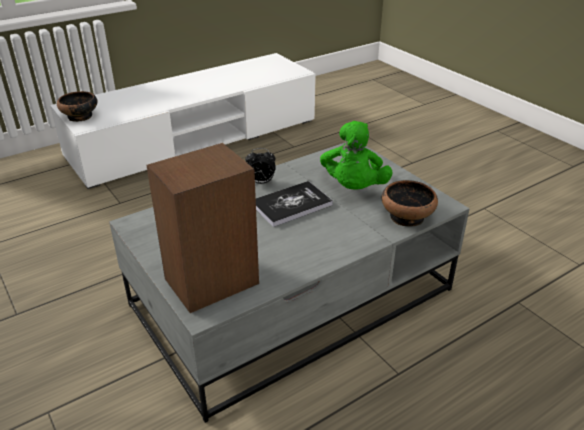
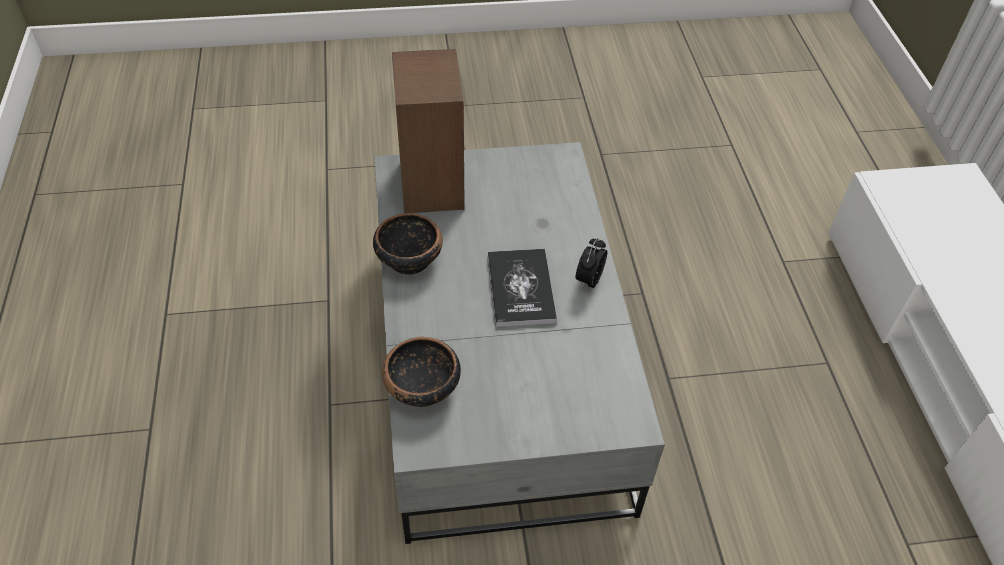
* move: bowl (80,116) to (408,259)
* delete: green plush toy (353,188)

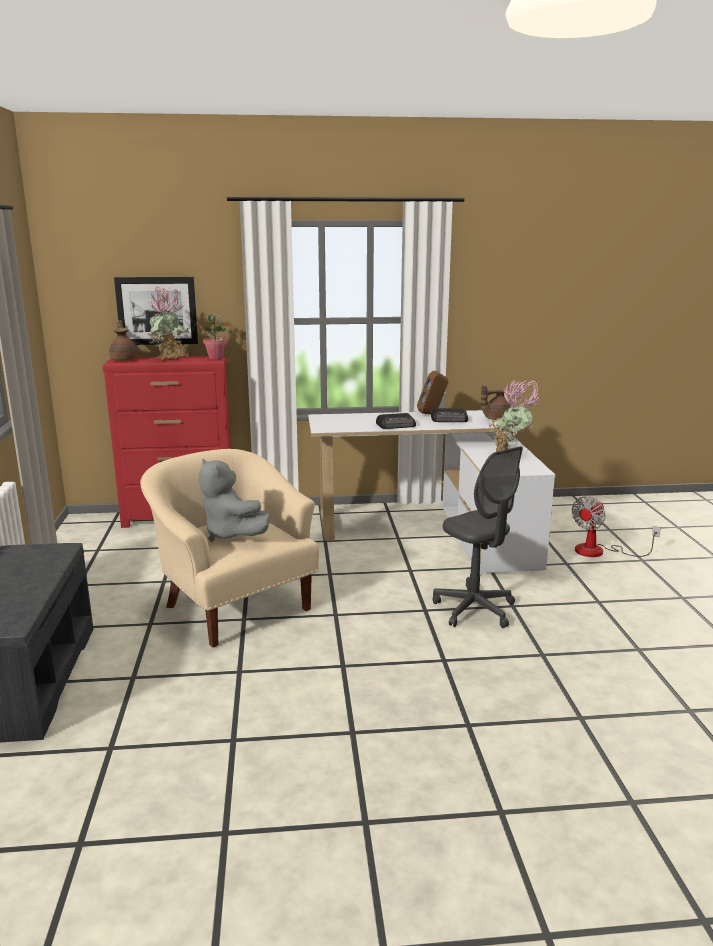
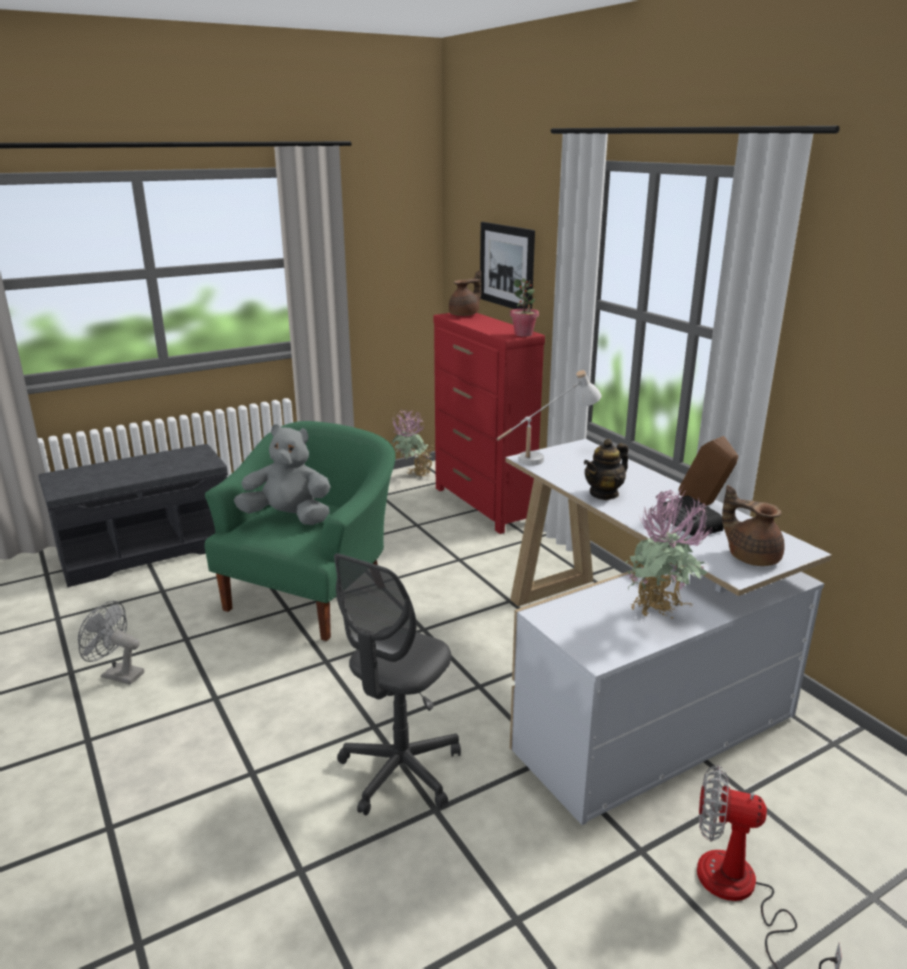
* move: potted plant (170,360) to (414,476)
* replace: radio (396,425) to teapot (604,494)
* recolor: beige armchair (234,605) to green armchair (312,595)
* rotate: grey plush toy (231,534) = (288,517) 75 degrees clockwise
* insert: white table lamp (546,457)
* insert: grey fan (117,674)

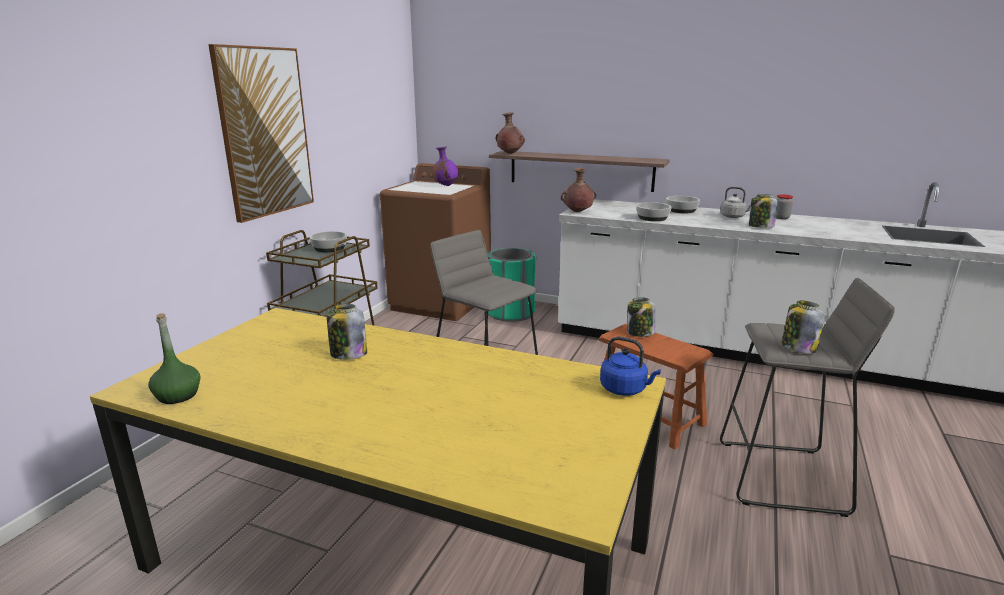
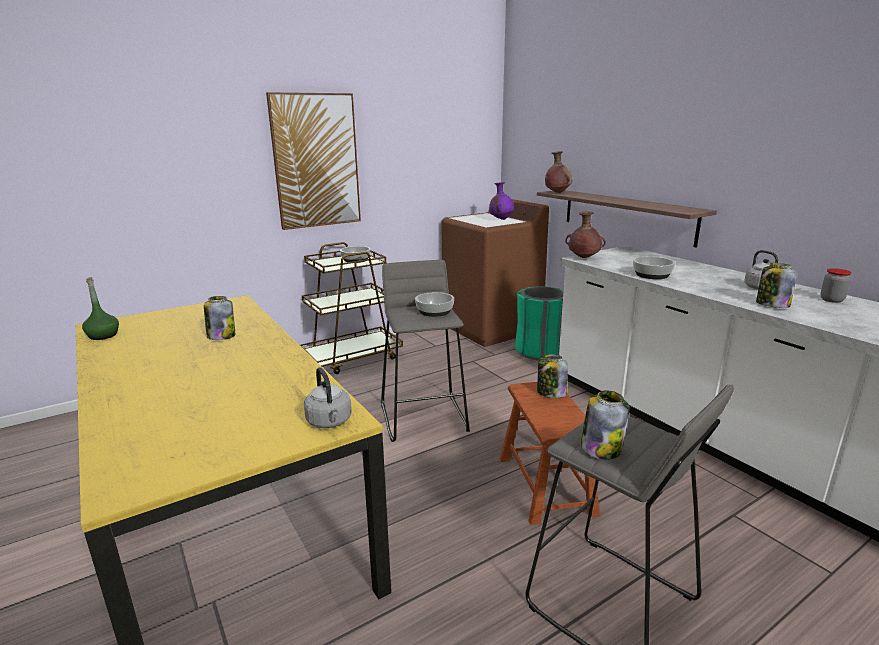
* move: bowl (682,210) to (434,311)
* recolor: blue kettle (625,389) to grey kettle (330,422)

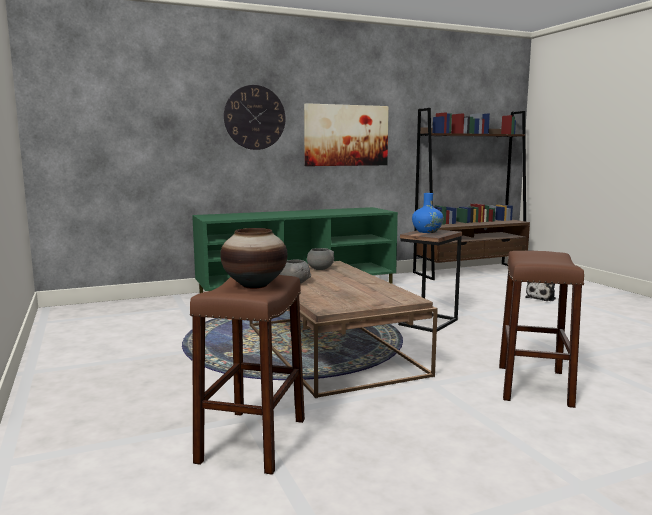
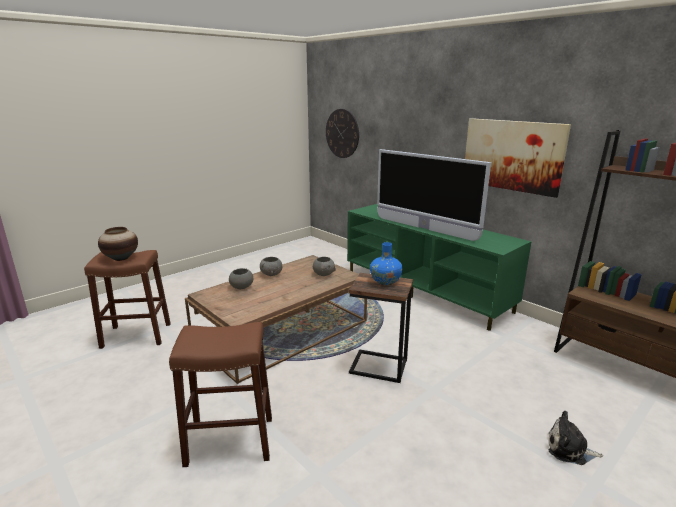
* move: wall clock (254,117) to (342,133)
* insert: television (424,228)
* insert: grey bowl (241,287)

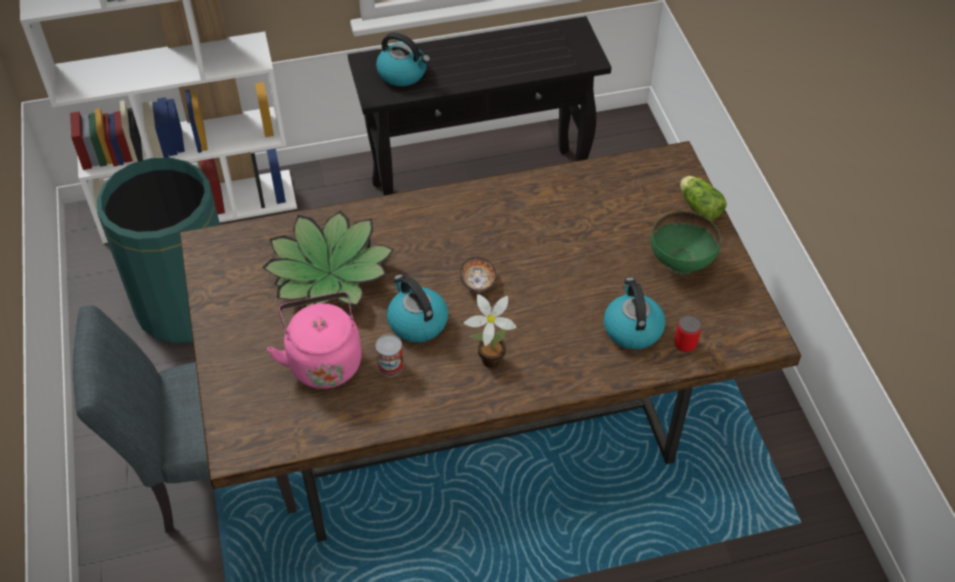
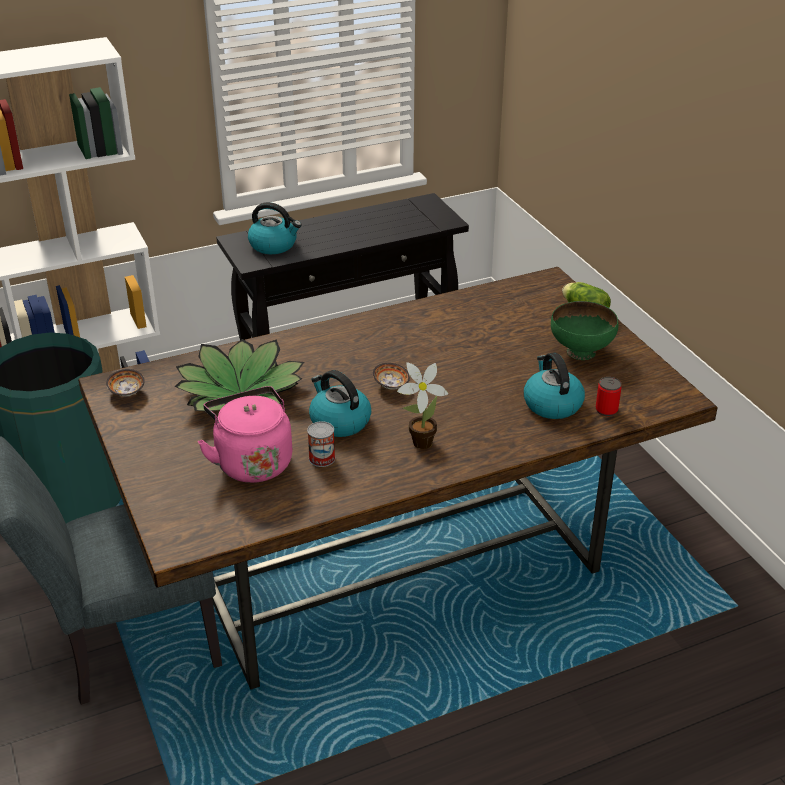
* insert: bowl (127,392)

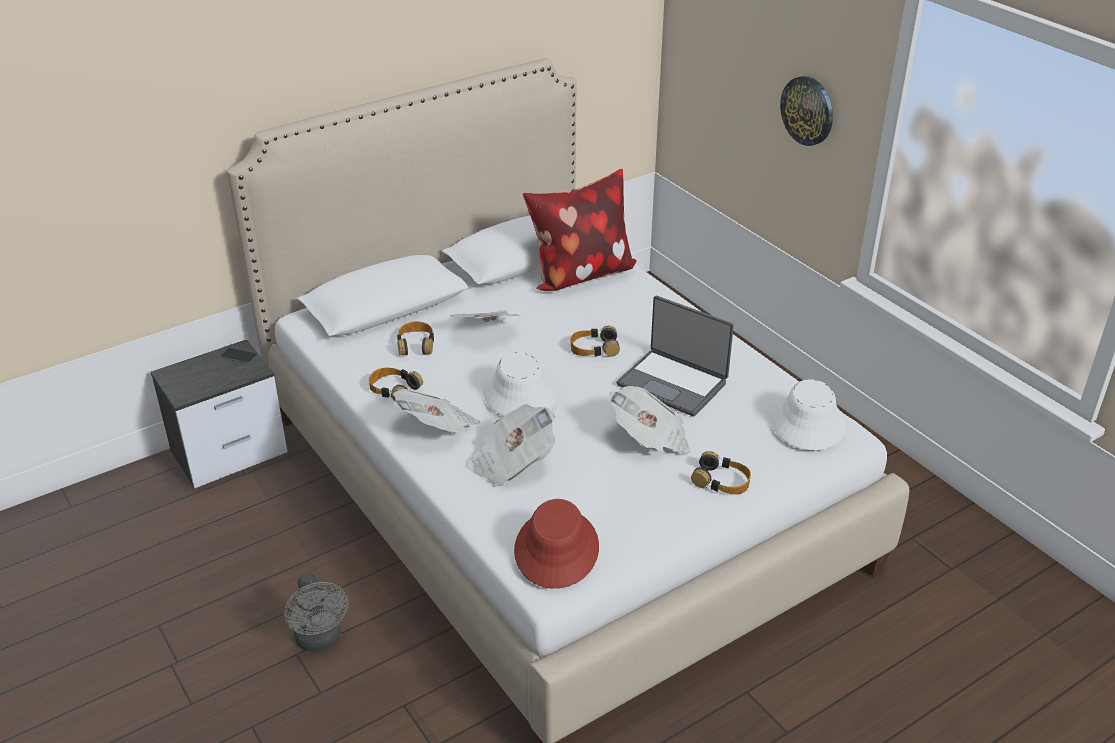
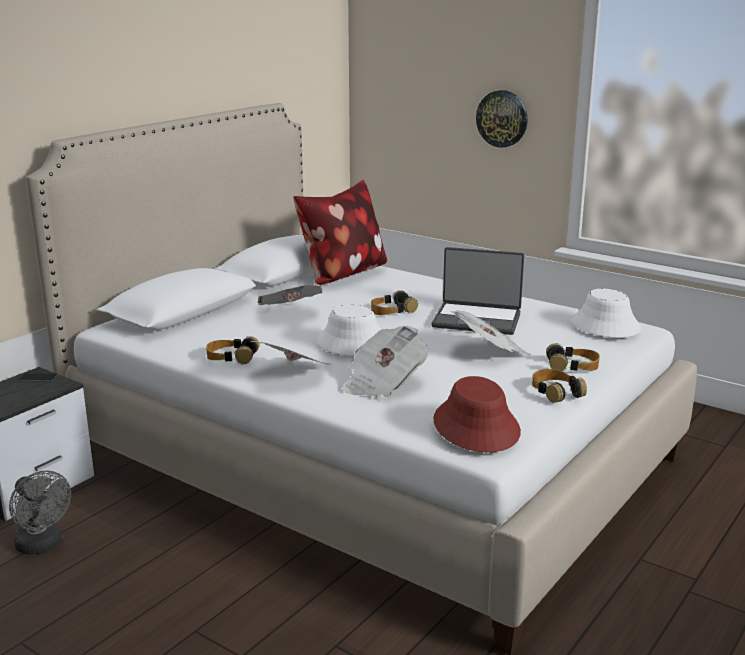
* move: headphones (416,344) to (555,392)
* move: grey fan (320,640) to (42,545)

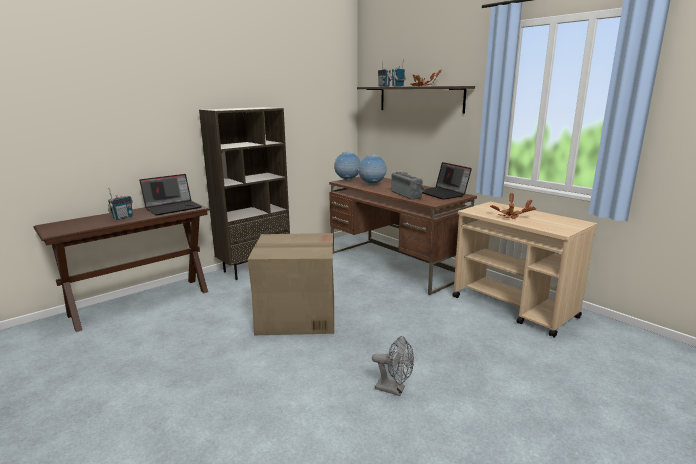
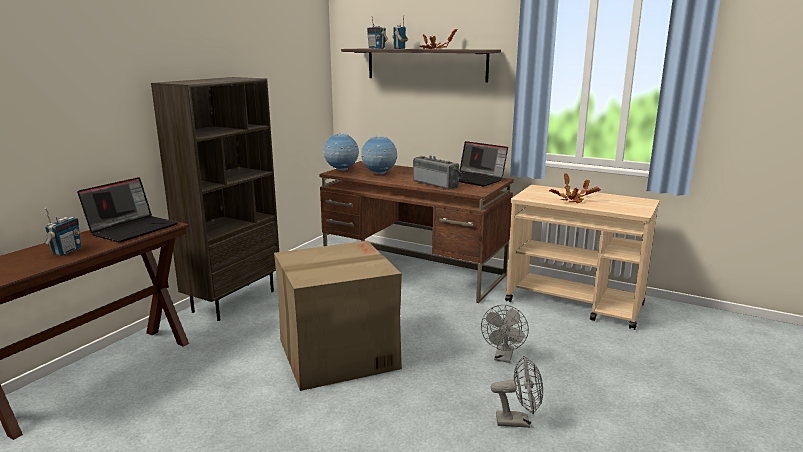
* insert: grey fan (503,357)

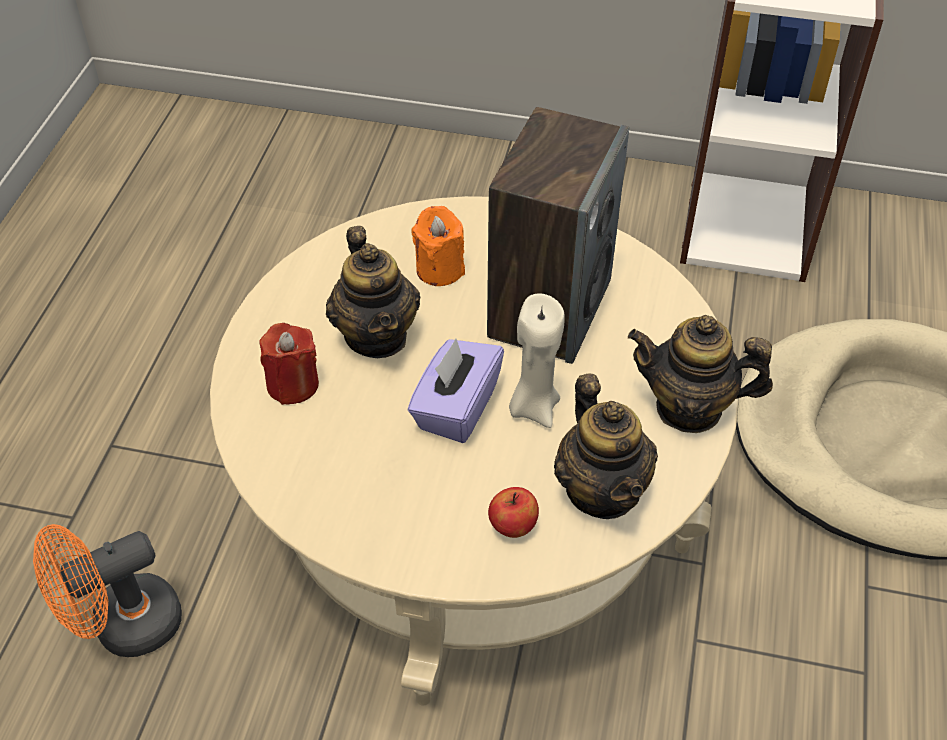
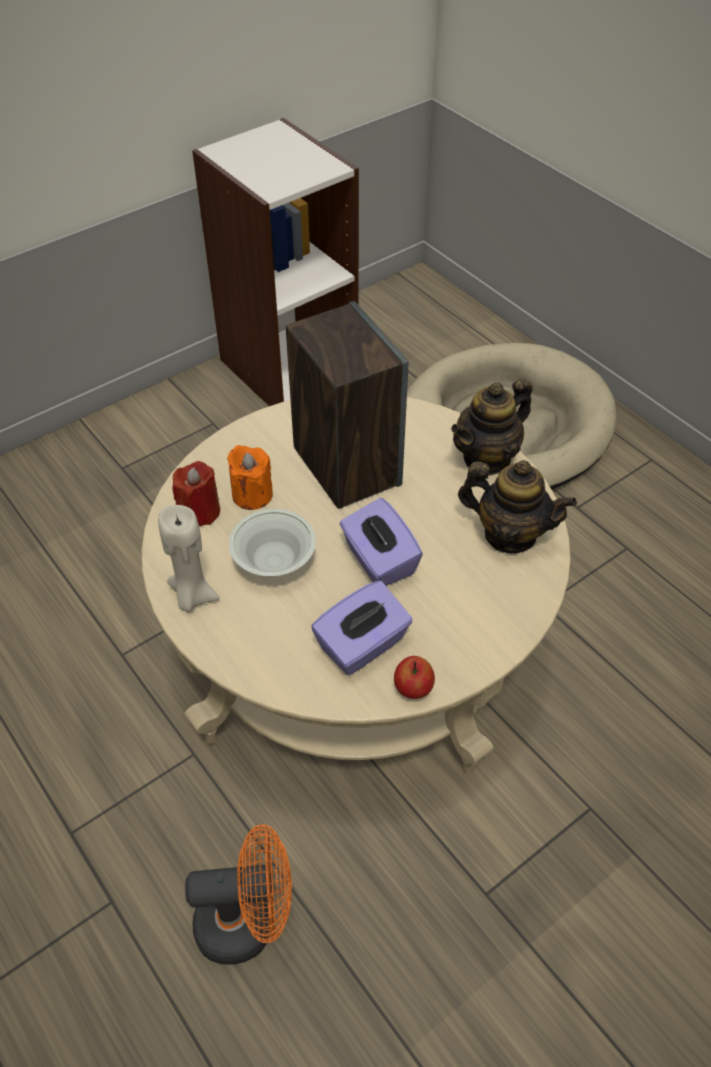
* replace: teapot (377,336) to white bowl (274,562)
* move: beige candle (533,407) to (192,596)
* move: red candle (293,384) to (199,511)
* move: apple (512,526) to (413,689)
* rotate: orange fan (124,627) = (248,922) 105 degrees counterclockwise
* insert: purple tissue box (362,645)

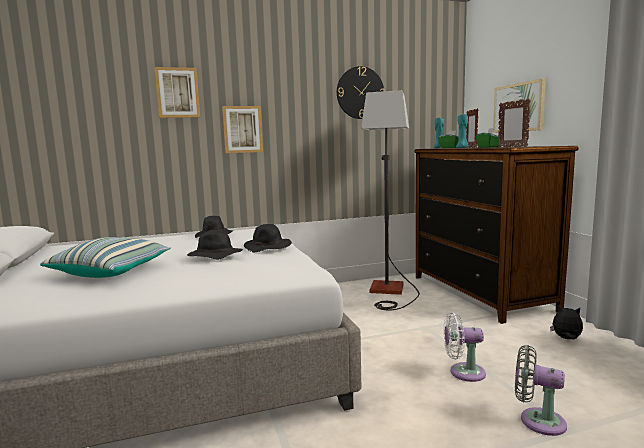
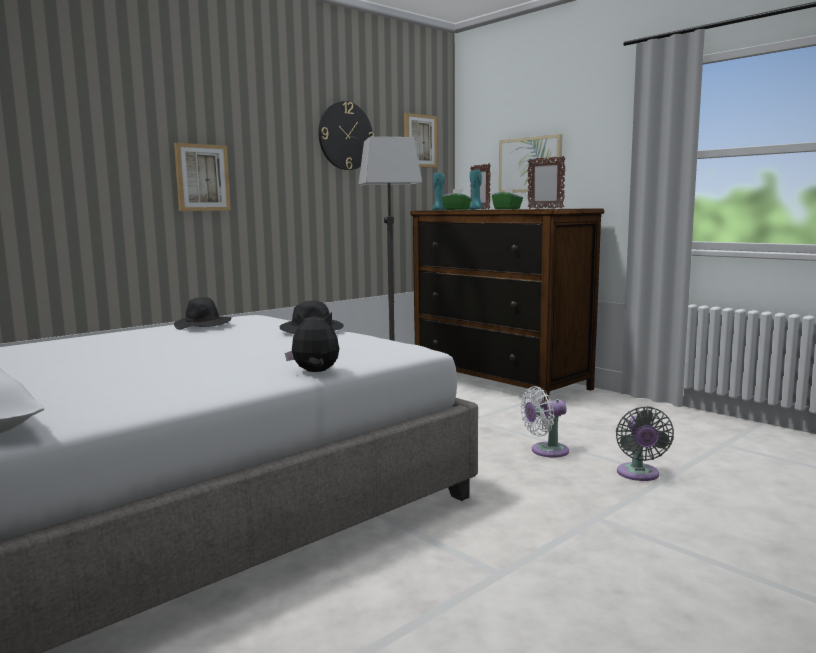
* move: picture (178,93) to (419,141)
* delete: black hat (214,256)
* delete: pillow (111,271)
* move: plush toy (566,339) to (315,372)
* rotate: grey fan (537,420) = (638,475) 90 degrees counterclockwise

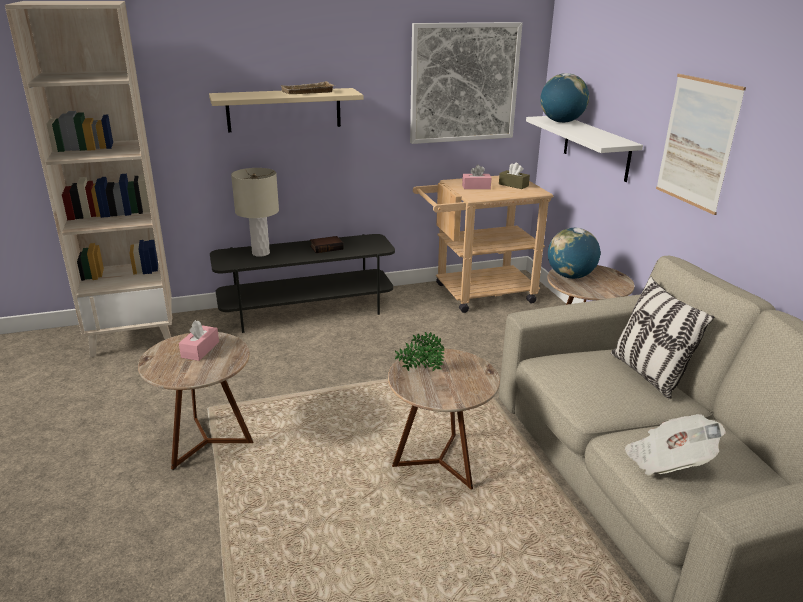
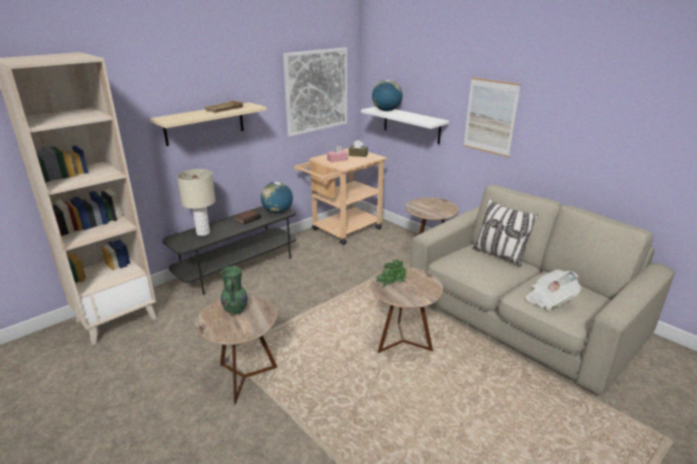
* move: globe (570,276) to (277,212)
* replace: pink tissue box (200,349) to green vase (236,311)

